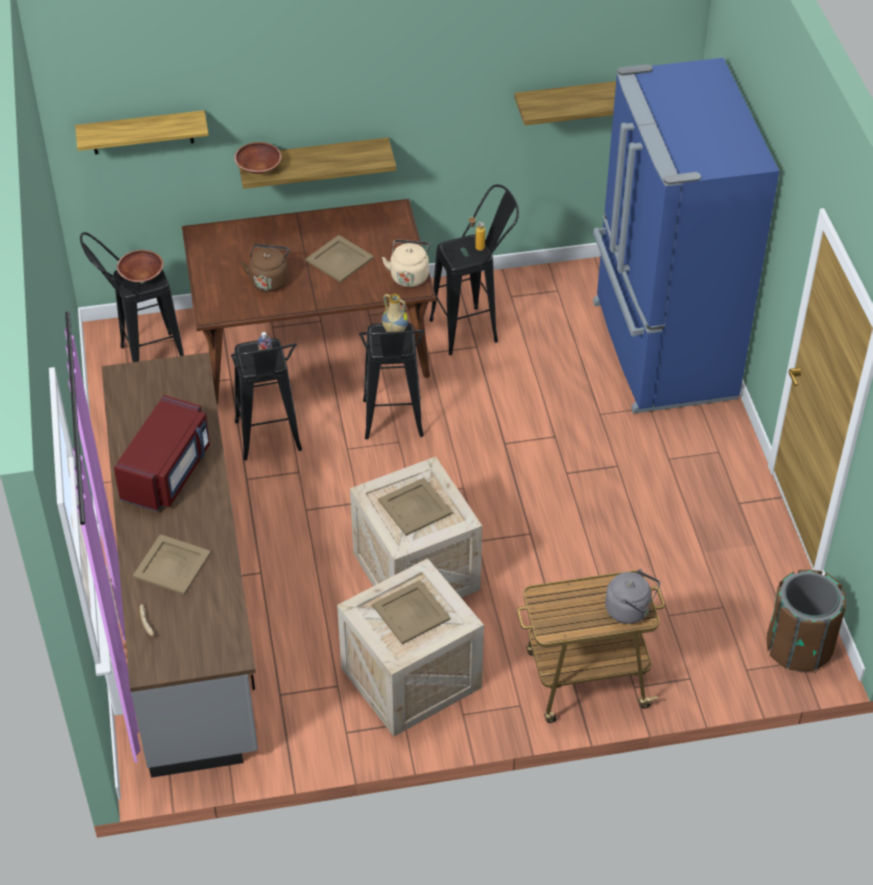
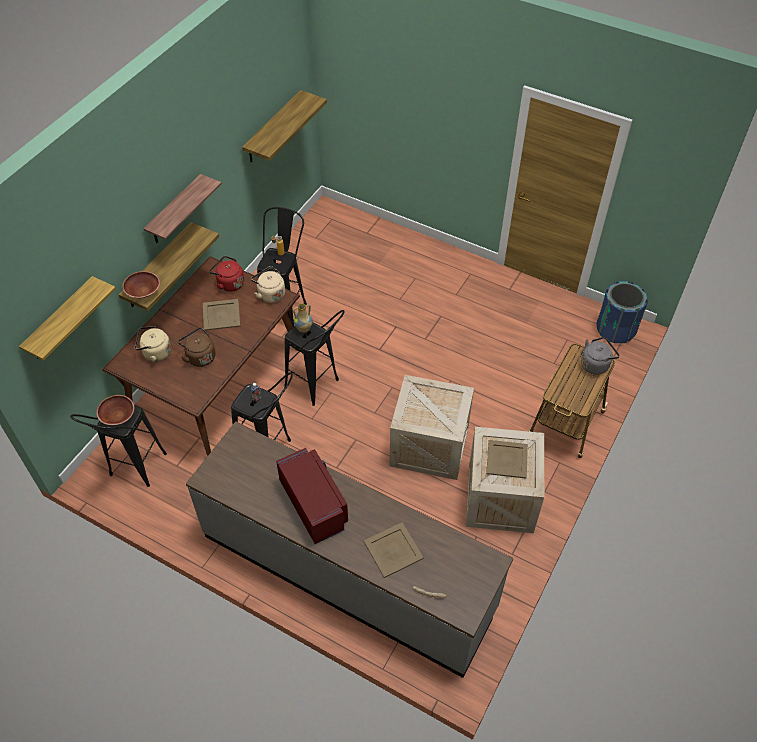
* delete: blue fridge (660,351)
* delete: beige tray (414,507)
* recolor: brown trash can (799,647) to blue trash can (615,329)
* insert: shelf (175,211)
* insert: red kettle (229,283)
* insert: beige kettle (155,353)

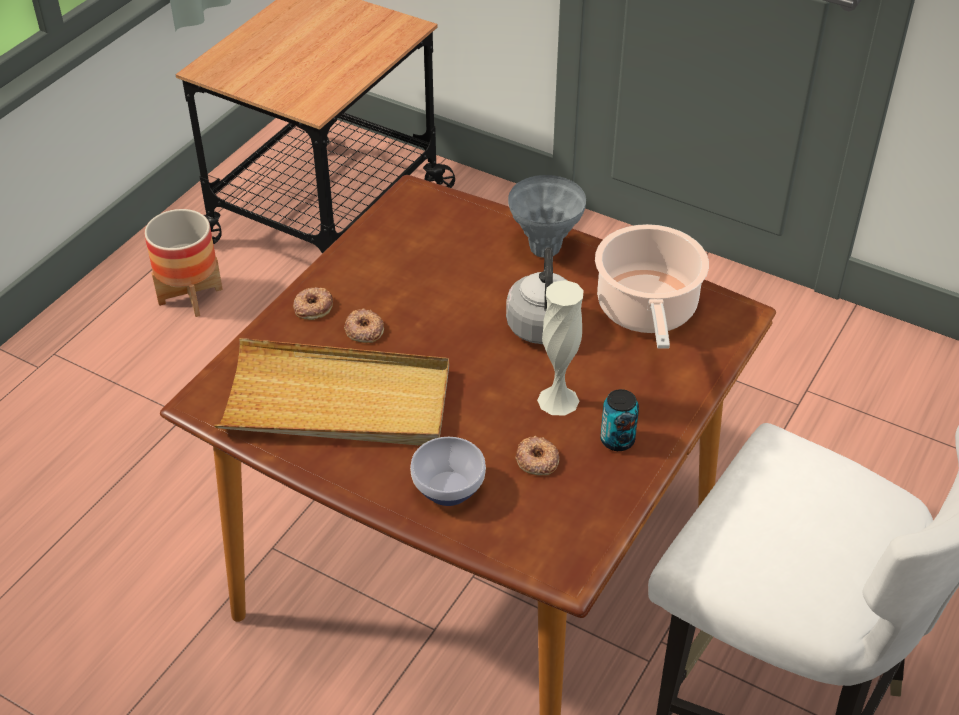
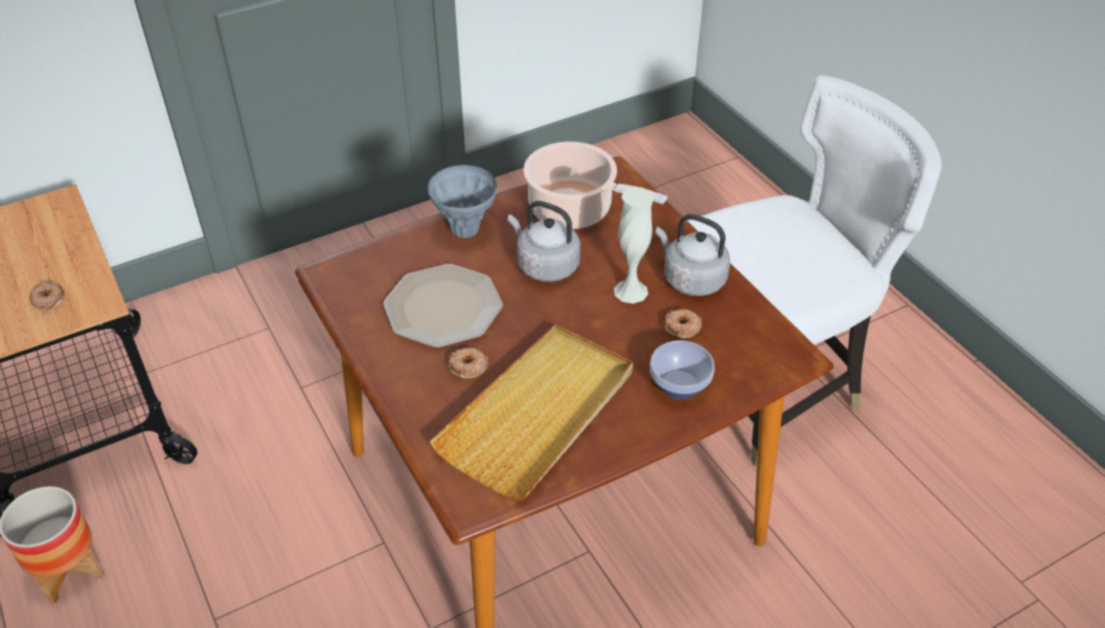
* move: donut (313,307) to (48,299)
* replace: can (617,440) to grey kettle (691,279)
* insert: plate (443,308)

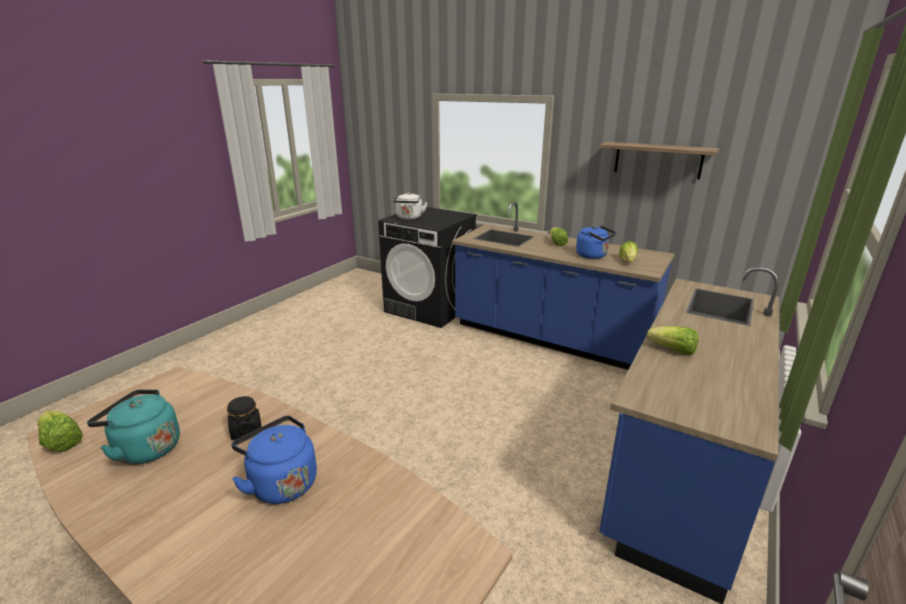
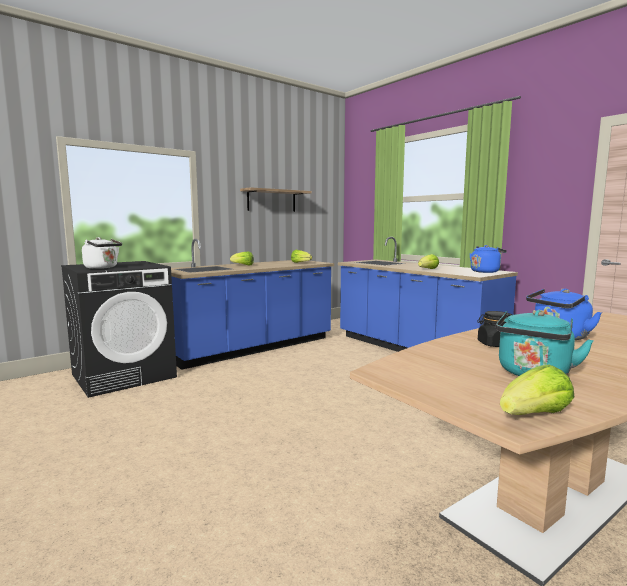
* move: blue kettle (593,256) to (485,271)

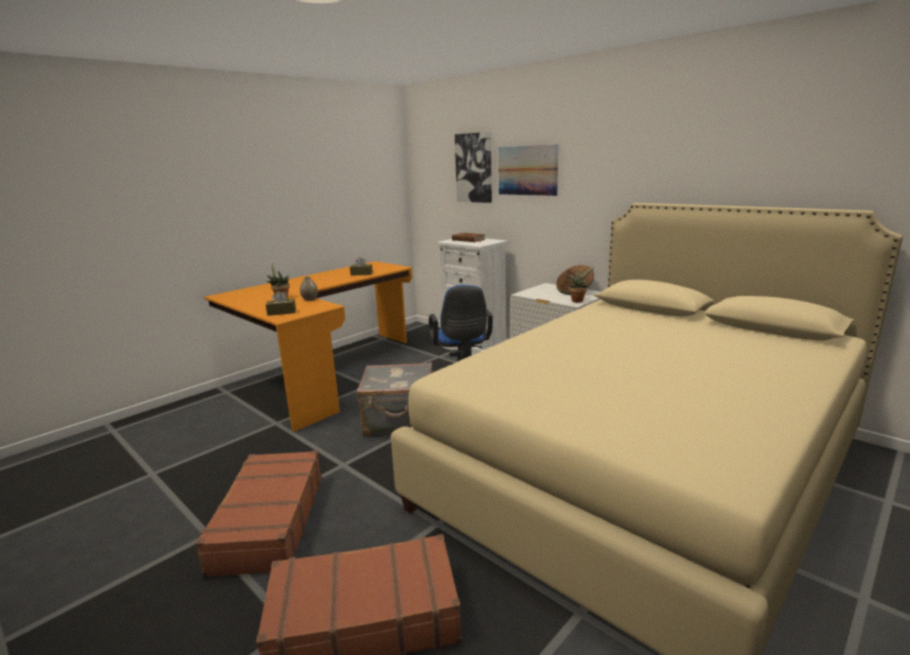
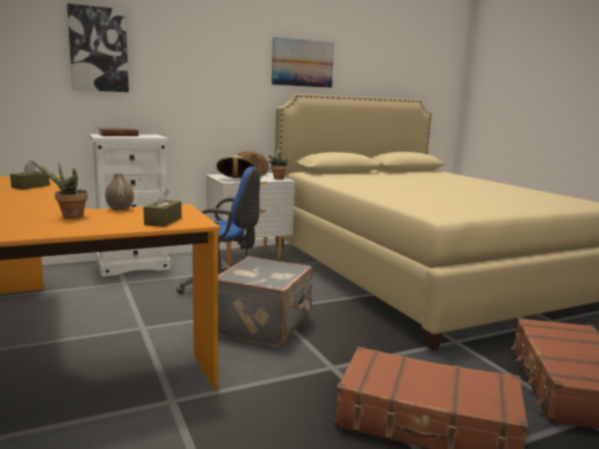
* move: picture (527,170) to (303,63)
* insert: beige hat (235,179)

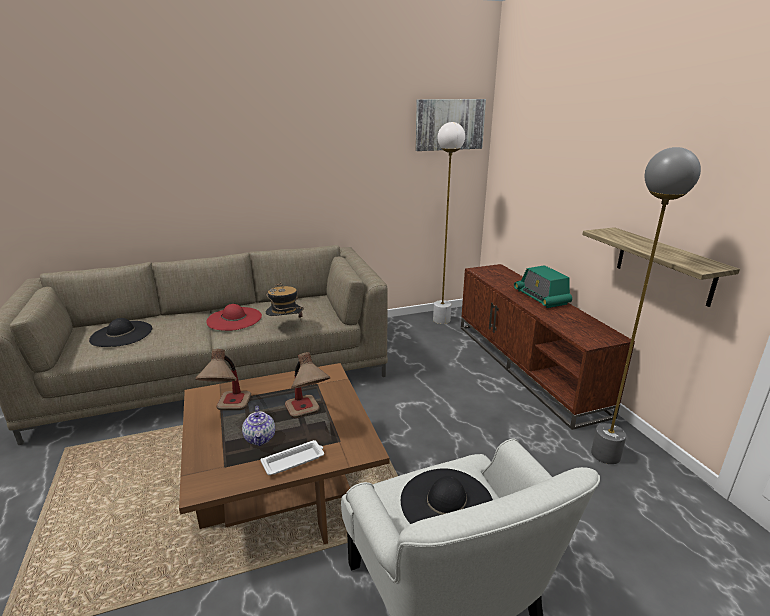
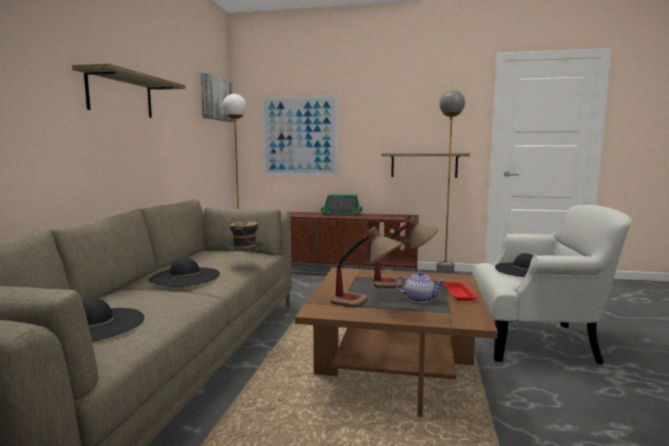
* recolor: red hat (234,319) to black hat (185,277)
* recolor: white tray (294,460) to red tray (458,294)
* insert: shelf (120,95)
* insert: picture (299,136)

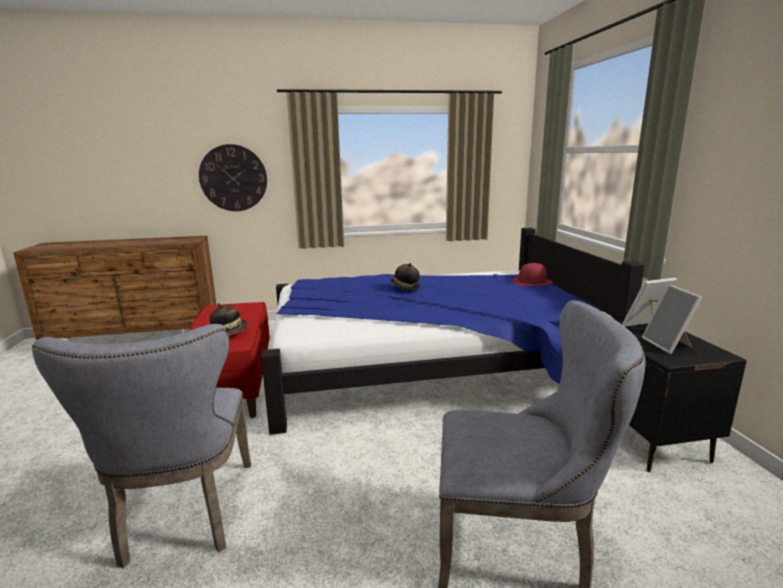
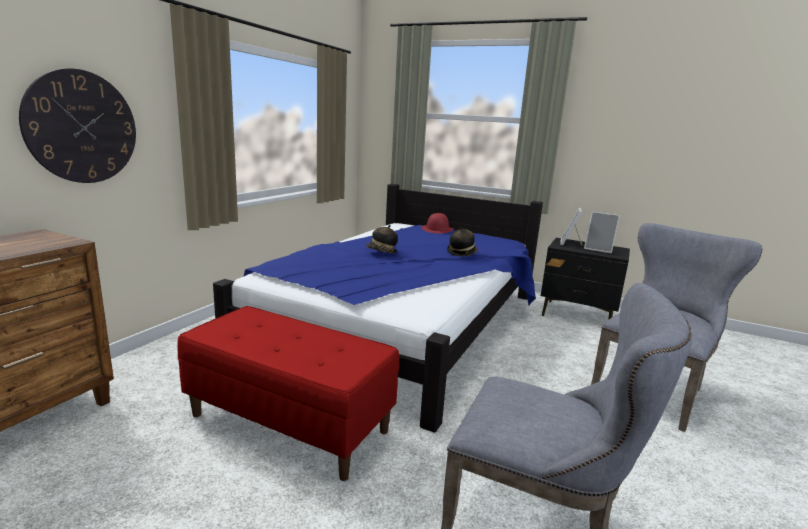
* move: hat (230,333) to (461,253)

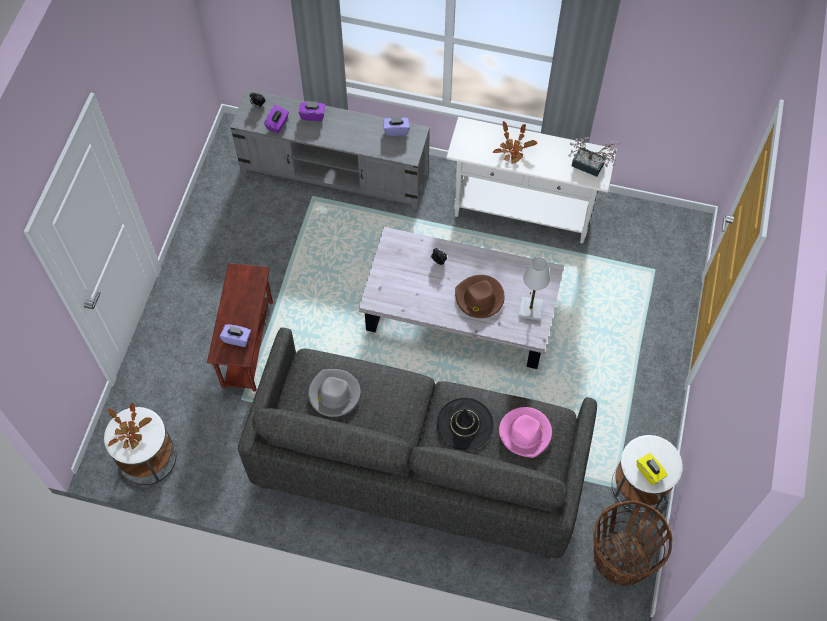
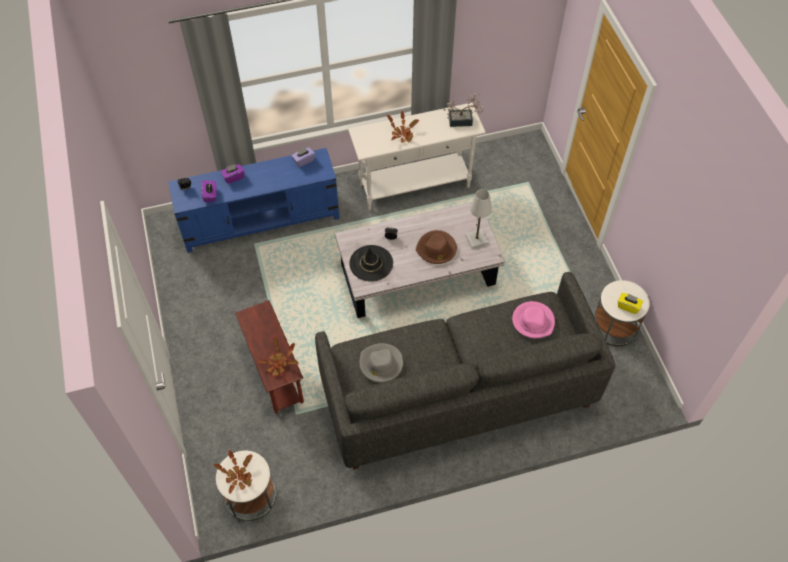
* recolor: grey tv stand (335,173) to blue tv stand (261,220)
* replace: purple tissue box (237,339) to potted plant (279,363)
* move: black hat (464,424) to (371,263)
* delete: basket (621,559)

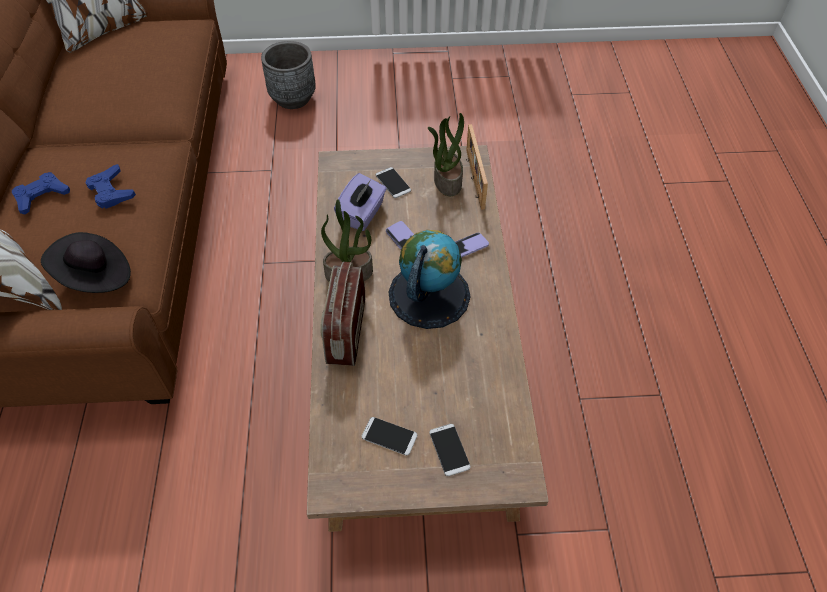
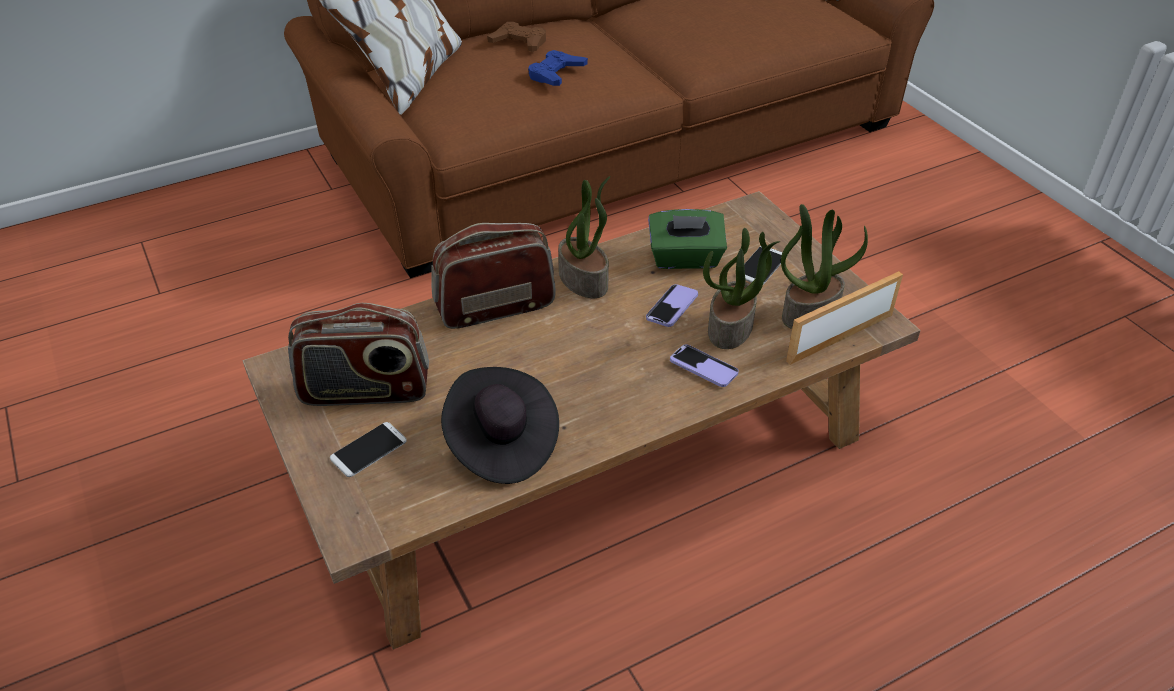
* delete: grey planter (293,98)
* recolor: blue game controller (41,196) to brown game controller (519,42)
* recolor: purple tissue box (362,214) to green tissue box (685,259)
* delete: globe (429,295)
* move: black hat (94,277) to (501,443)
* replace: phone (389,436) to radio (365,391)
* insert: potted plant (731,328)

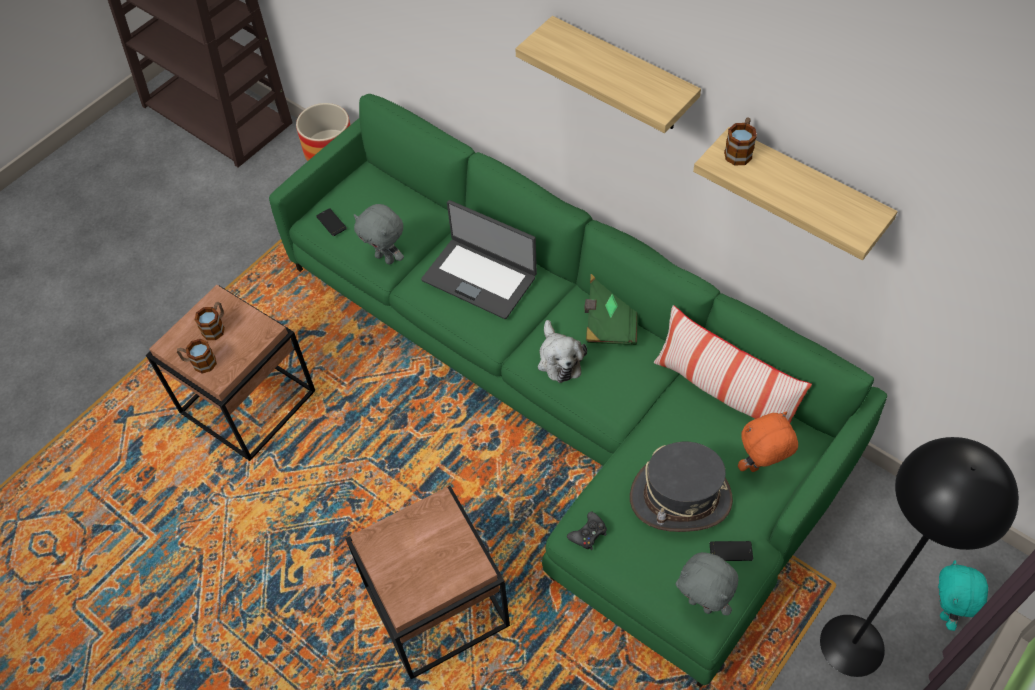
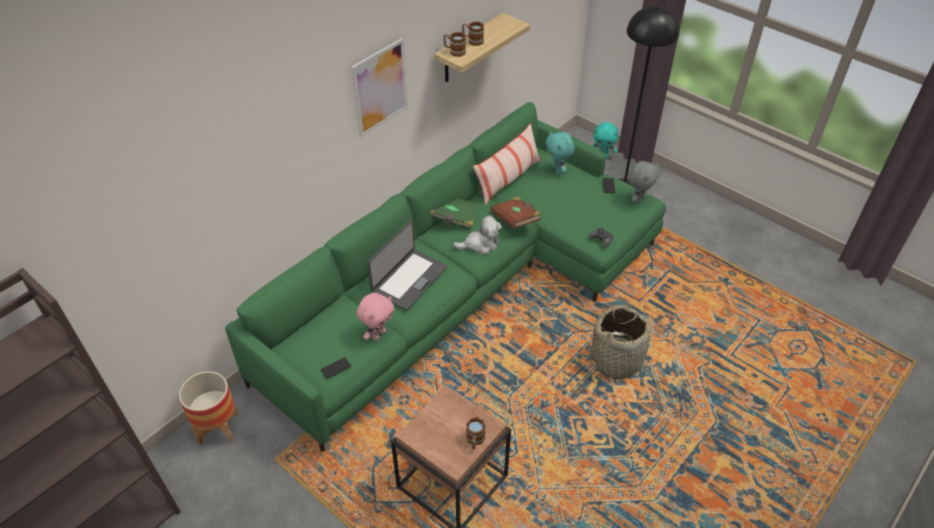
* replace: shelf (623,76) to picture (380,88)
* recolor: grey plush toy (386,258) to pink plush toy (378,334)
* move: mug (216,327) to (472,40)
* recolor: orange plush toy (760,467) to turquoise plush toy (557,170)
* delete: grey hat (680,498)
* replace: brown side table (436,607) to basket (617,359)
* insert: brown book (516,220)

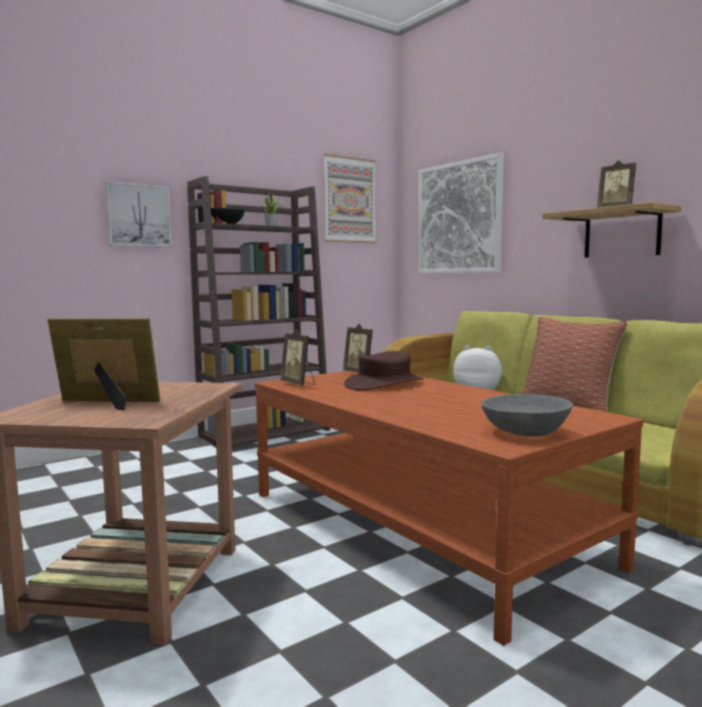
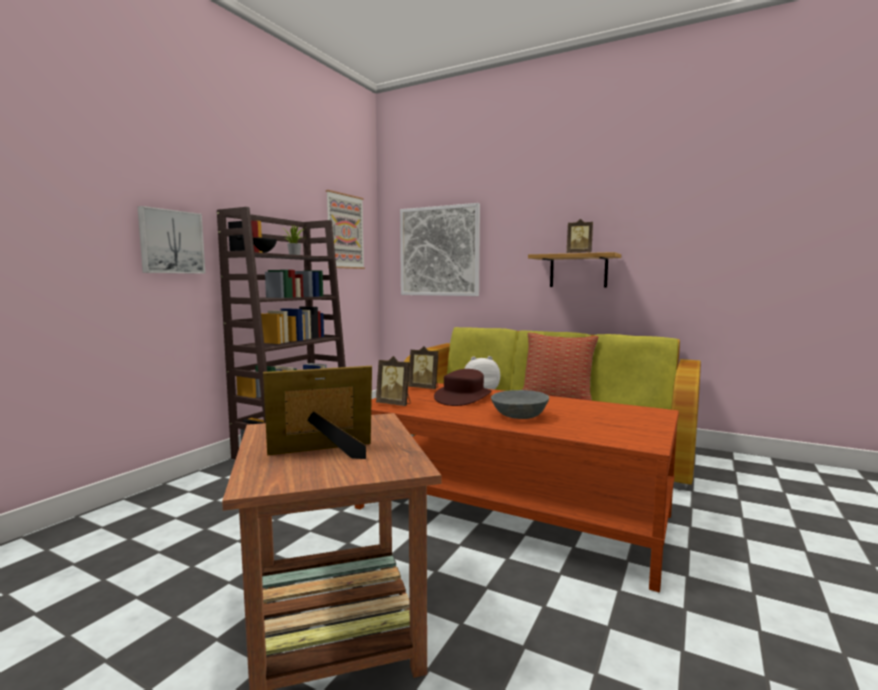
* move: grey bowl (526,432) to (519,416)

